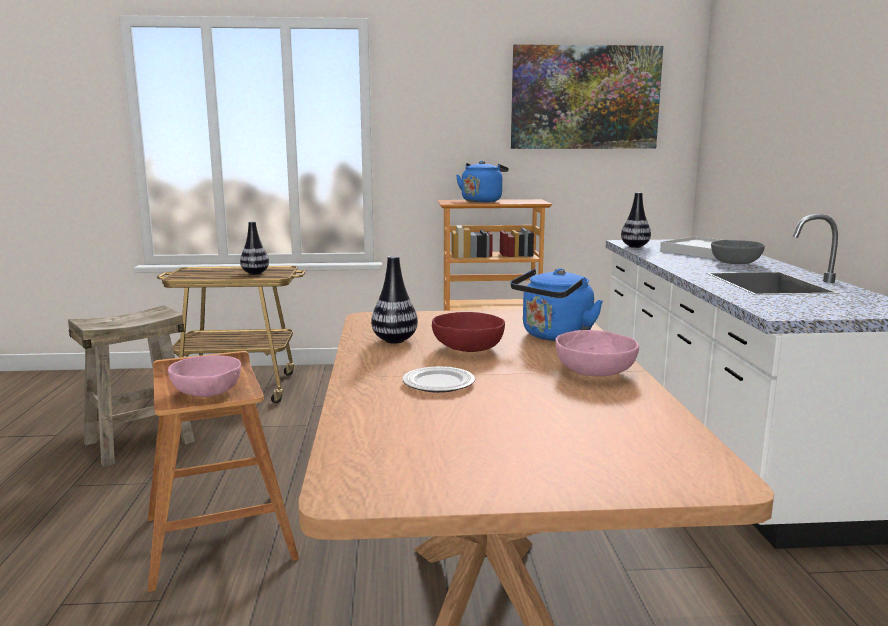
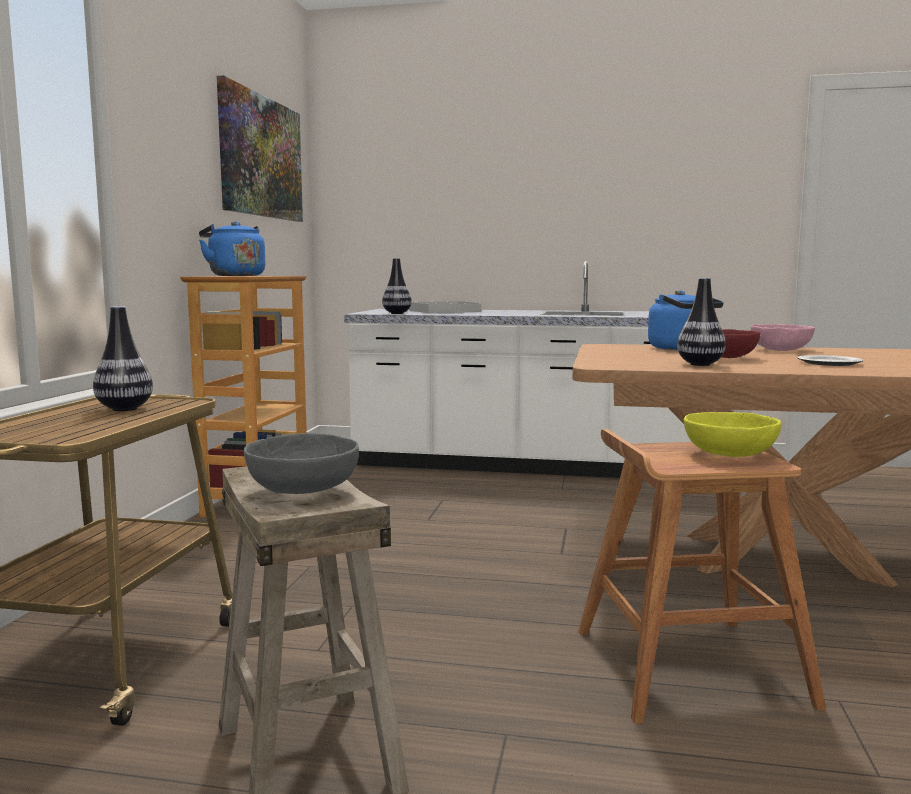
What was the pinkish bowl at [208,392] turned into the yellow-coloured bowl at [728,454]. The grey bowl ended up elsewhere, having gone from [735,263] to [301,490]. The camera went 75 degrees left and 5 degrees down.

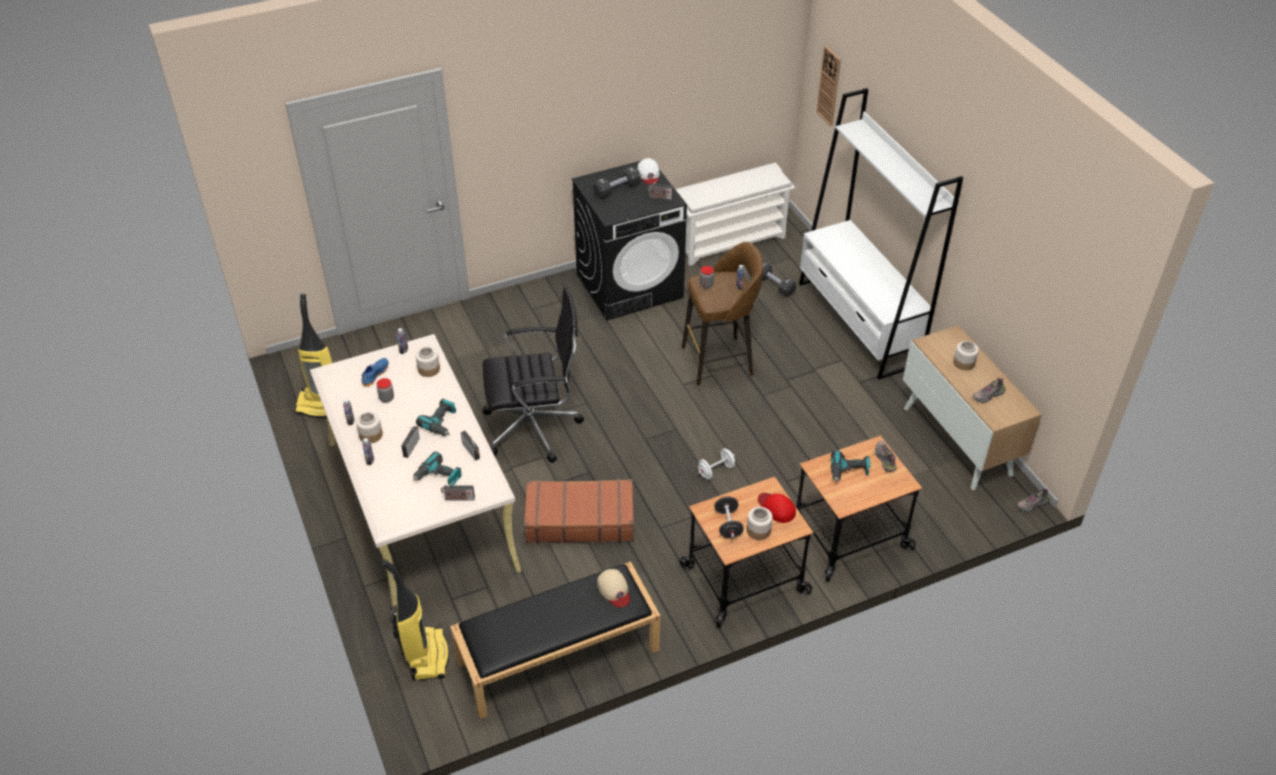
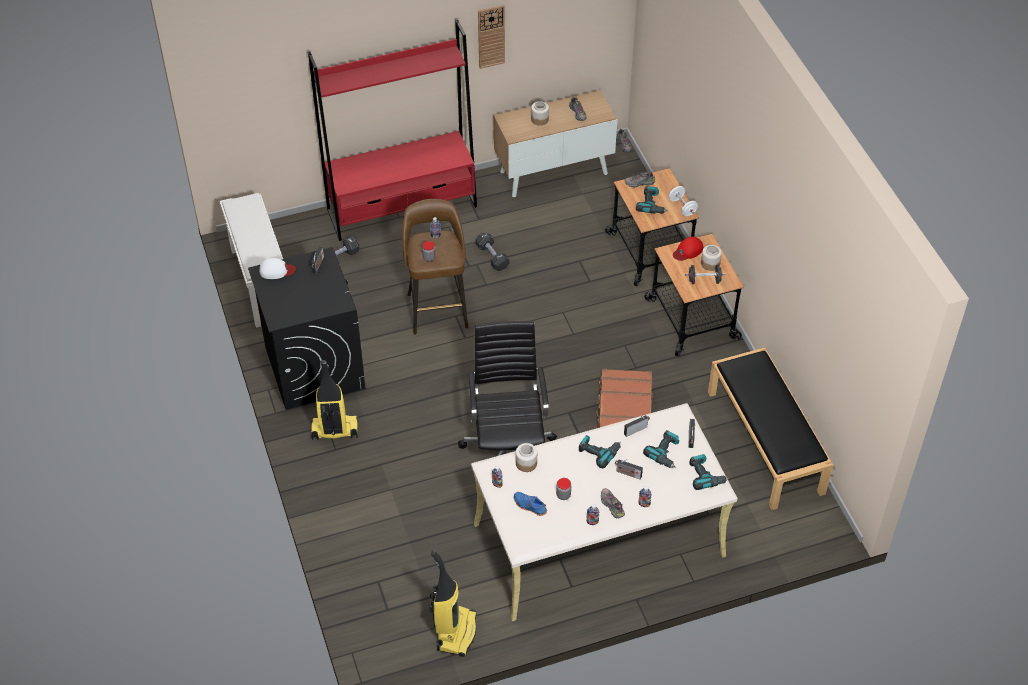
Where the preserve jar stood at [370,435], the low shoe came to stand at [611,505]. The hoover ended up elsewhere, having gone from [426,655] to [334,430]. The black-coloured free weight ended up elsewhere, having gone from [617,190] to [492,257]. The second view lost the sand-coloured baseball cap at [614,590]. The whitish free weight ended up elsewhere, having gone from [716,470] to [682,207]. What was the whitish shelving unit at [858,323] turned into the red shelving unit at [402,208]. The clock on the wall ended up elsewhere, having gone from [829,86] to [491,36]. The second view gained the drill at [705,475]. The camera went 85 degrees left and 5 degrees up.

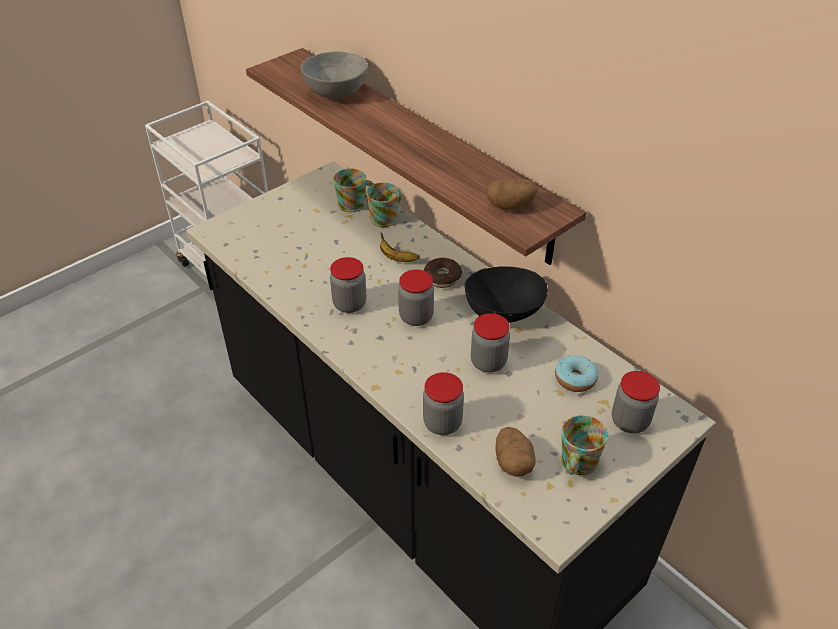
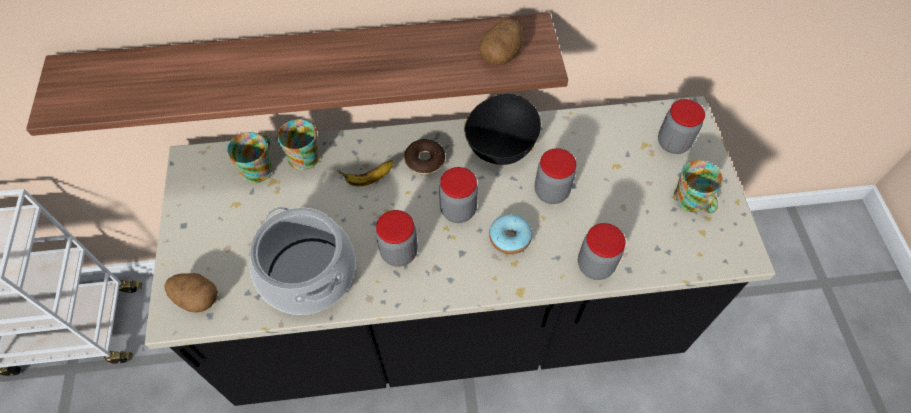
The second view lost the grey bowl at [335,93]. The spud ended up elsewhere, having gone from [513,462] to [197,298]. The doughnut ended up elsewhere, having gone from [575,379] to [509,238]. The second view gained the saucepot at [309,274]. The camera went 55 degrees left and 15 degrees up.

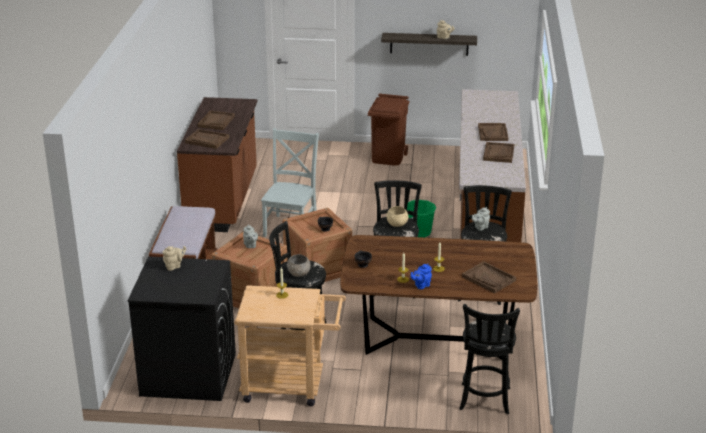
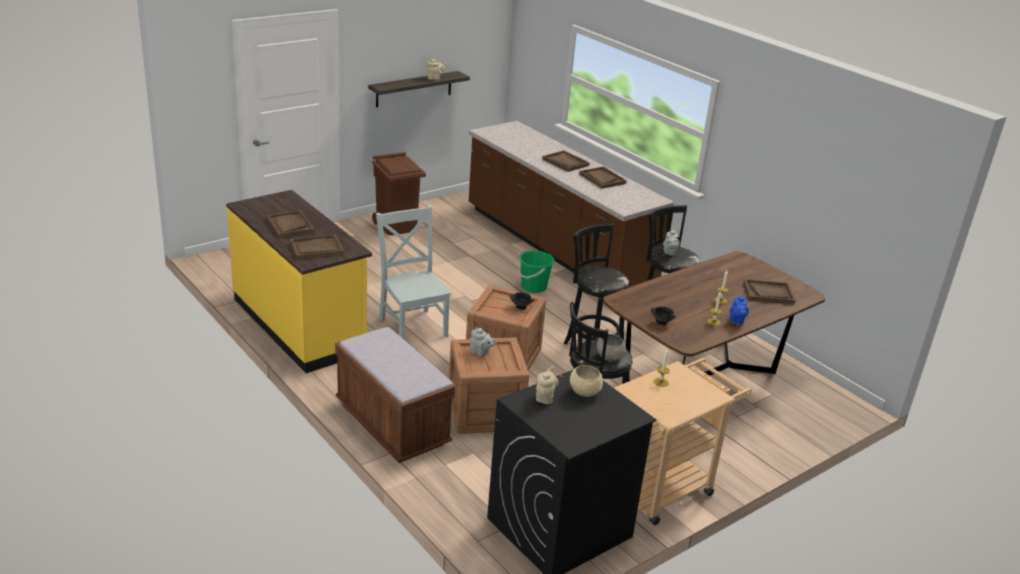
What was the brown-coloured counter at [223,201] turned into the yellow-coloured counter at [299,325]. The sand-coloured bowl ended up elsewhere, having gone from [397,224] to [584,391]. The second view lost the black-coloured stool seat at [484,401]. The camera went 45 degrees left and 0 degrees up.

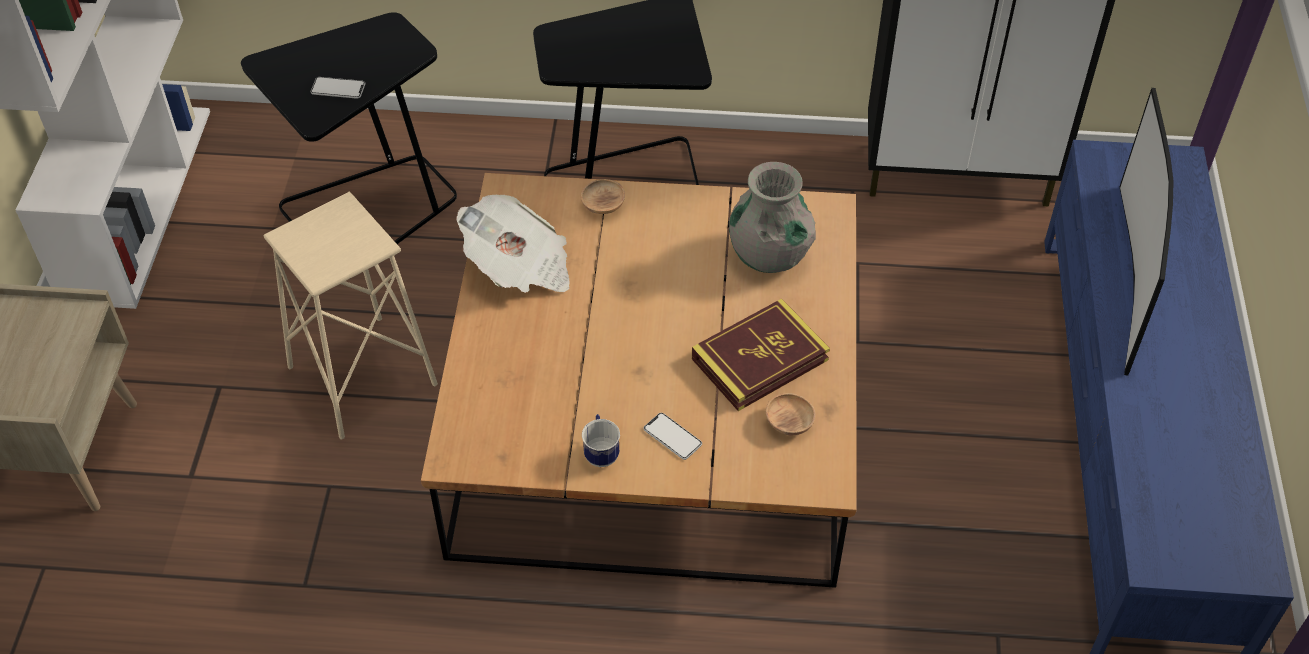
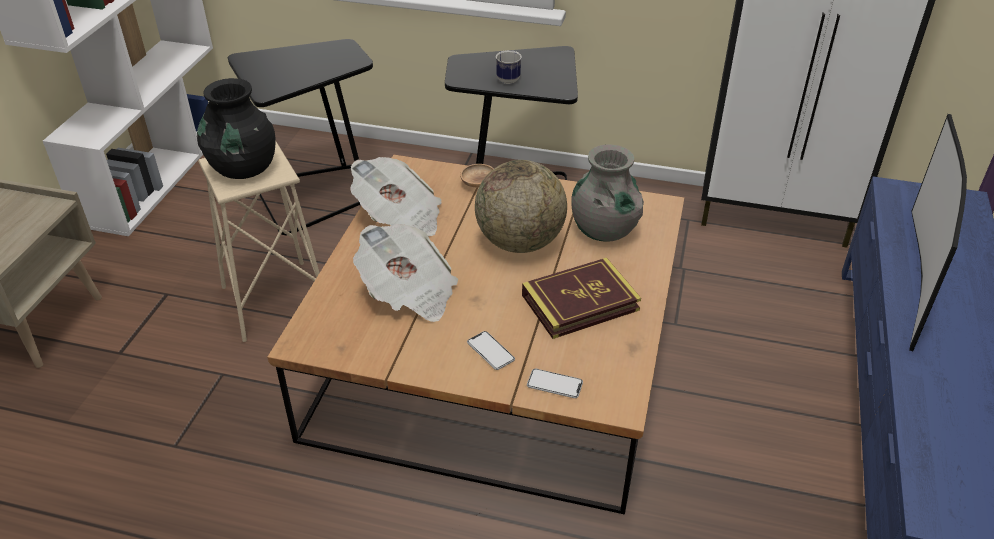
The telephone ended up elsewhere, having gone from [338,89] to [554,384]. The coffee mug ended up elsewhere, having gone from [601,452] to [508,78]. The second view lost the brown-coloured bowl at [789,423]. The second view gained the black-coloured decorative vase at [244,169]. The second view gained the newspaper at [409,292]. The second view gained the desk globe at [520,242]. The camera went 10 degrees right and 10 degrees down.

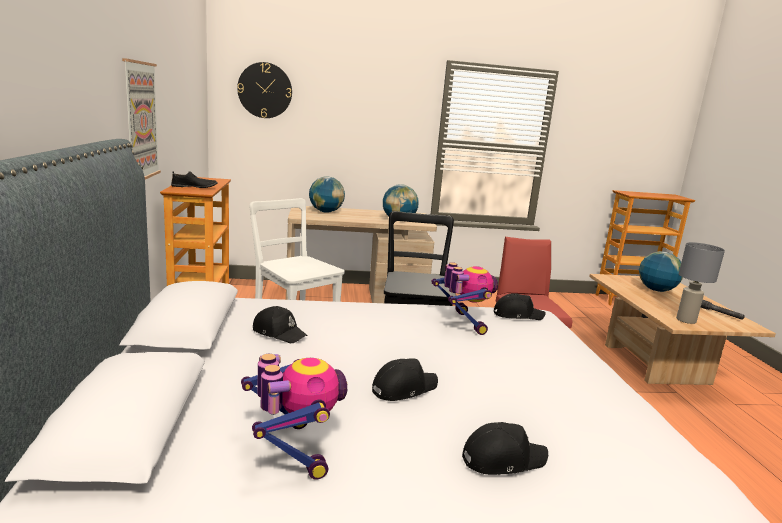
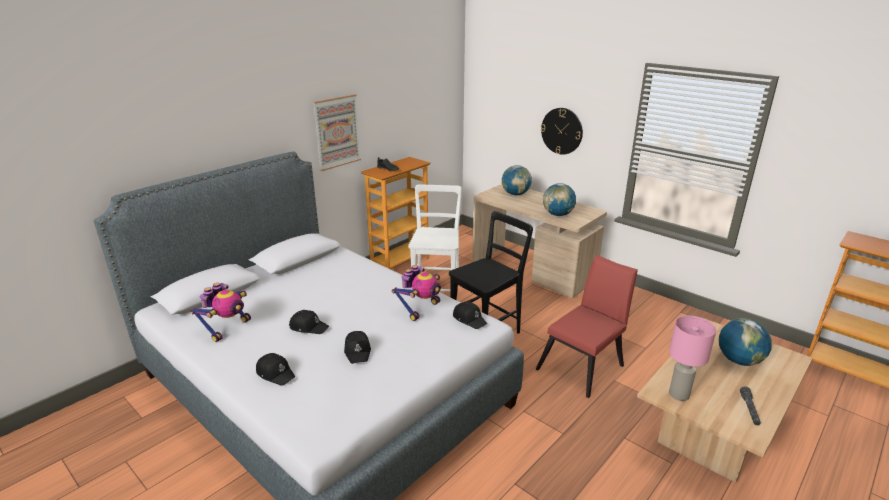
The clock on the wall ended up elsewhere, having gone from [265,90] to [561,131]. The black-coloured baseball cap ended up elsewhere, having gone from [279,332] to [358,351]. What was the grey lamp for a table at [686,320] turned into the pinkish lamp for a table at [679,394]. The camera went 50 degrees right and 10 degrees up.

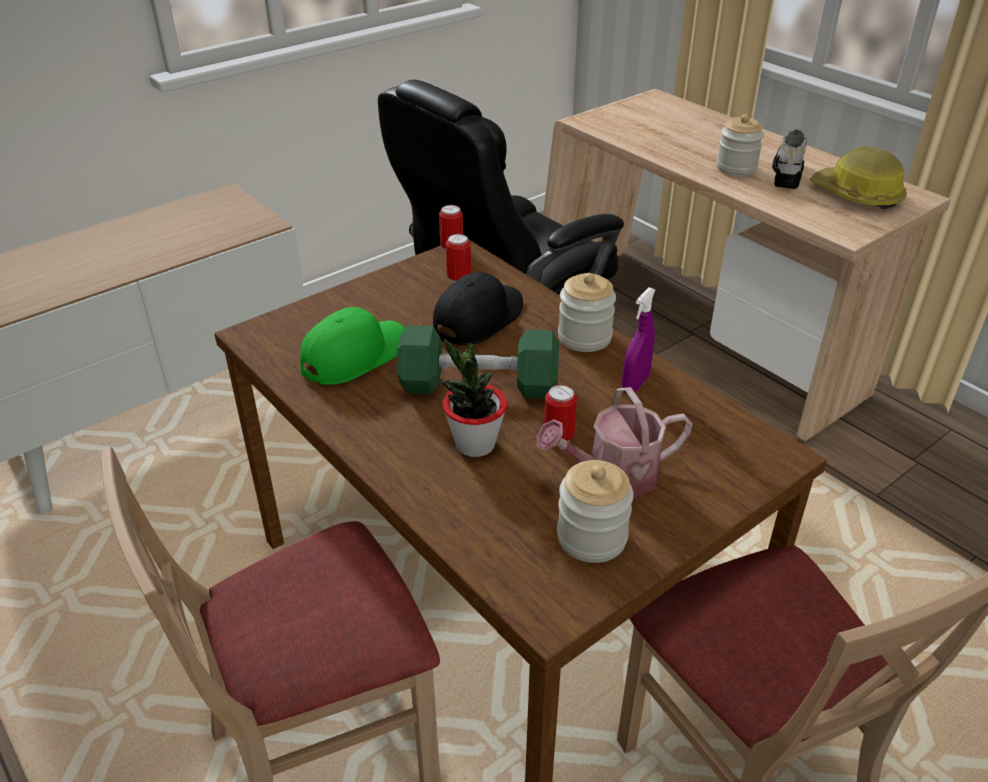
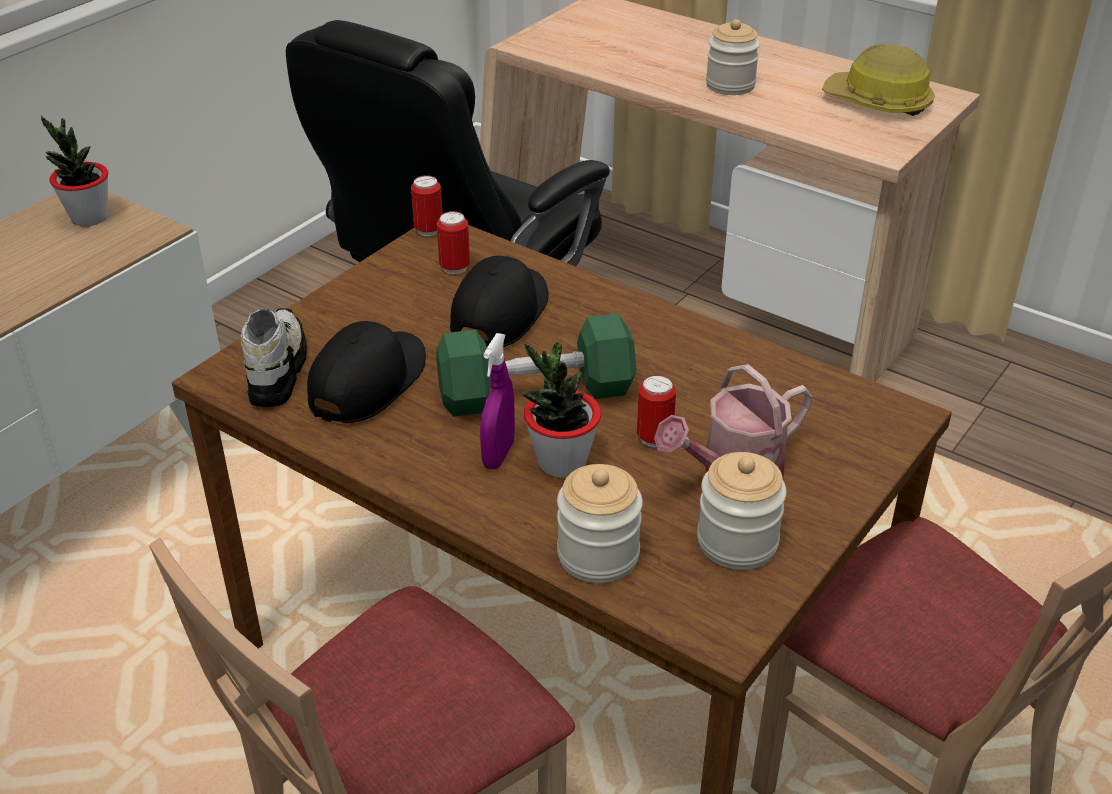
What was the greenish baseball cap at [354,355] turned into the black-coloured baseball cap at [368,382]. The preserve jar ended up elsewhere, having gone from [584,337] to [598,555]. The purple-coloured sprayer ended up elsewhere, having gone from [635,384] to [498,455]. The low shoe ended up elsewhere, having gone from [786,174] to [277,370]. The second view gained the potted plant at [89,218]. The camera went 15 degrees left and 0 degrees up.

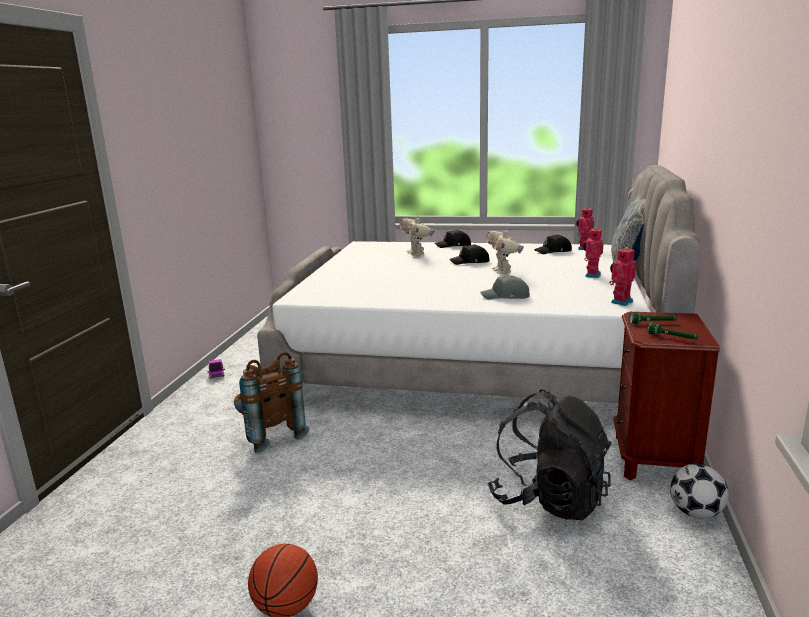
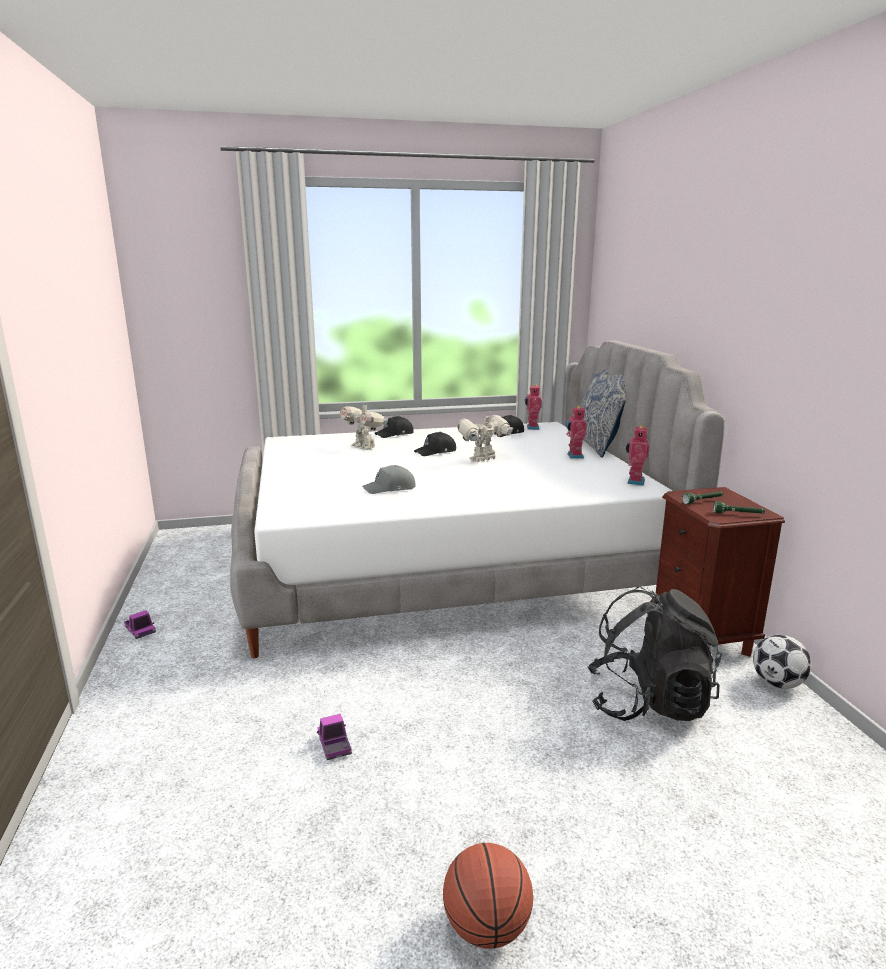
The second view lost the brown-coloured rucksack at [269,434]. The grey baseball cap ended up elsewhere, having gone from [506,296] to [390,488]. The robot figure at [503,271] ended up facing another way, 90 degrees clockwise from before. The second view gained the model truck at [334,746]. The camera went 25 degrees left and 0 degrees up.

